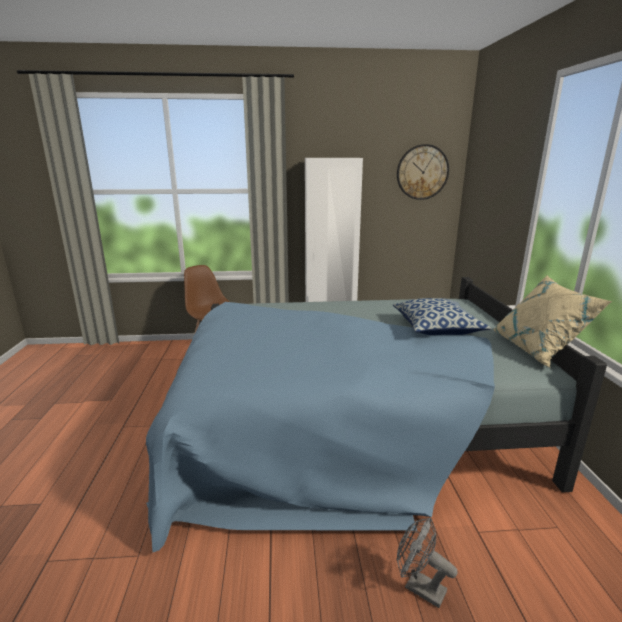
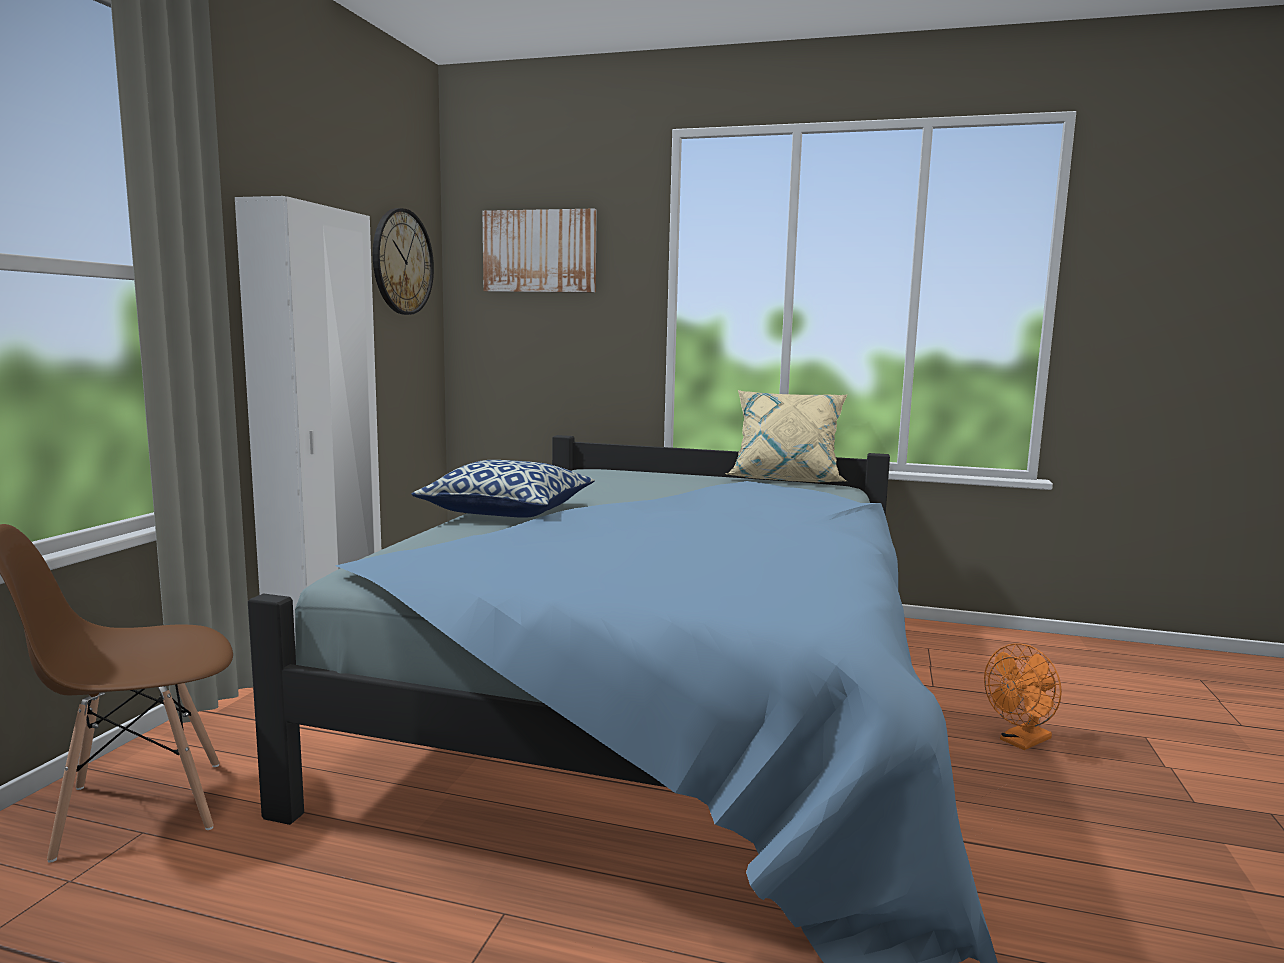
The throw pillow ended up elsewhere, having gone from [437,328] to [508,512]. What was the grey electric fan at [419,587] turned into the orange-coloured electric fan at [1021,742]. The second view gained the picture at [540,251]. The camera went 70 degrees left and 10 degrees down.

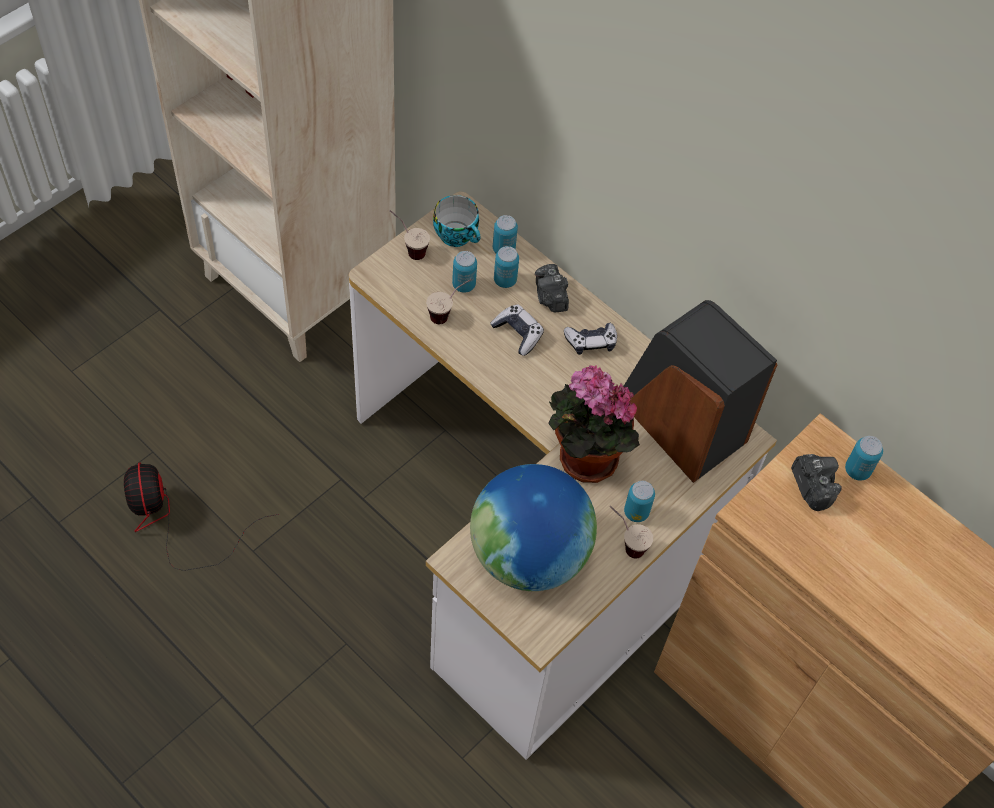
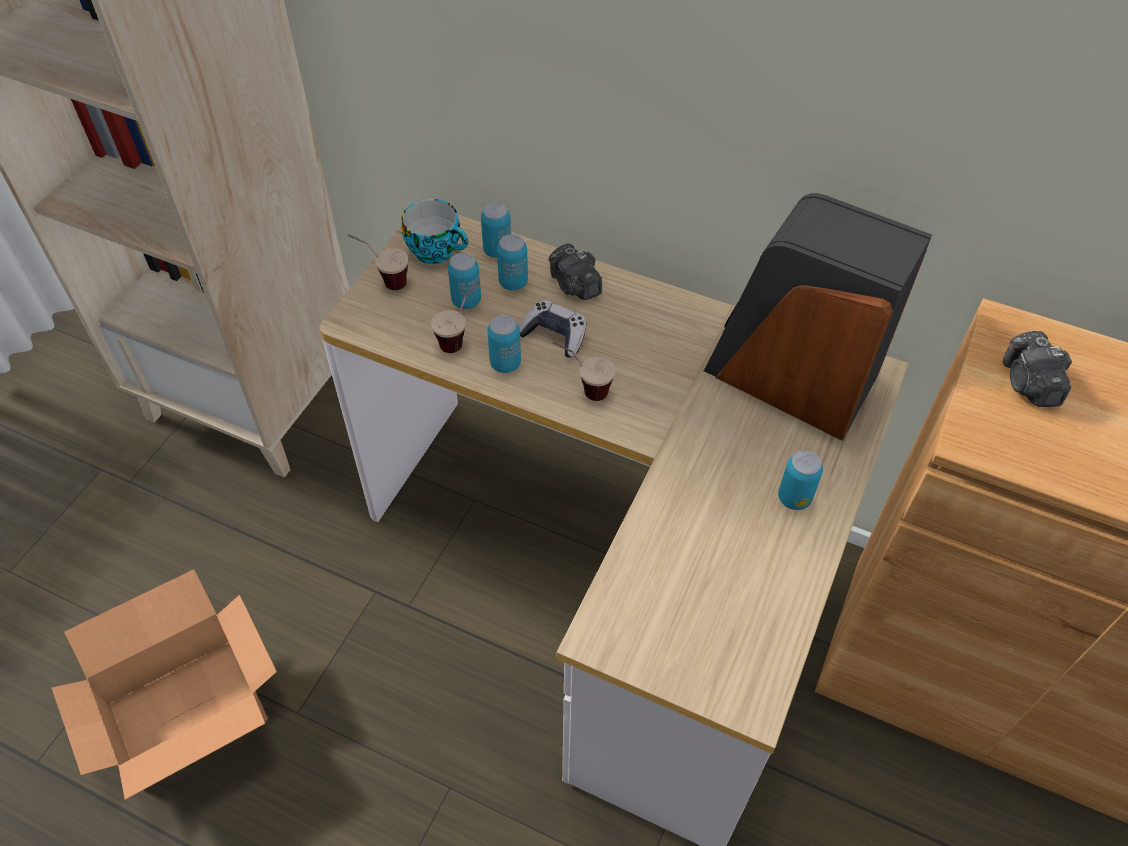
Where the electric fan stood at [172,521], the carton came to stand at [186,710]. The second view lost the desk globe at [529,555]. The second view lost the potted plant at [582,460]. The second view lost the joypad at [591,342]. The cup ended up elsewhere, having gone from [625,543] to [582,388]. The photo camera at [812,487] ended up facing another way, 150 degrees counterclockwise from before. The sealed can ended up elsewhere, having gone from [857,470] to [505,363]. The camera went 15 degrees left and 5 degrees down.

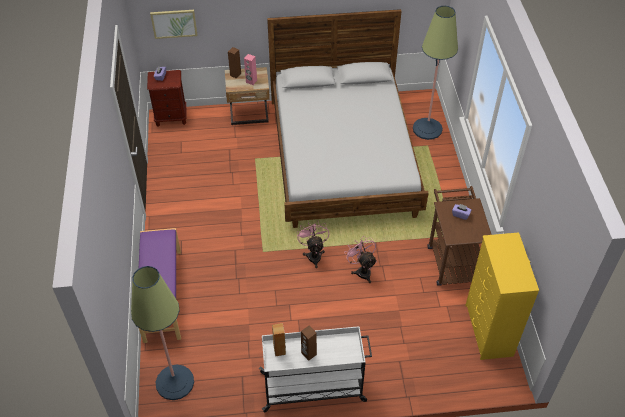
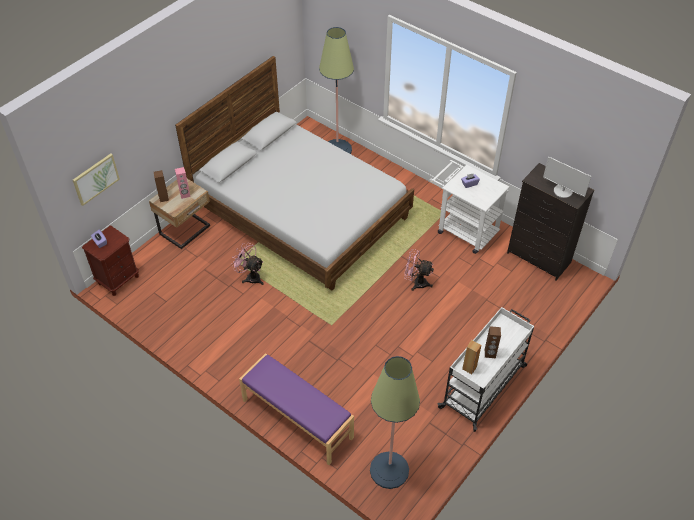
The pinkish electric fan ended up elsewhere, having gone from [313,254] to [250,277]. What was the brown-coloured cart at [452,259] turned into the whitish cart at [463,229]. What was the yellow-coloured drawer chest at [488,331] turned into the black-coloured drawer chest at [539,258]. The second view gained the computer display at [563,191]. The camera went 45 degrees left and 0 degrees up.

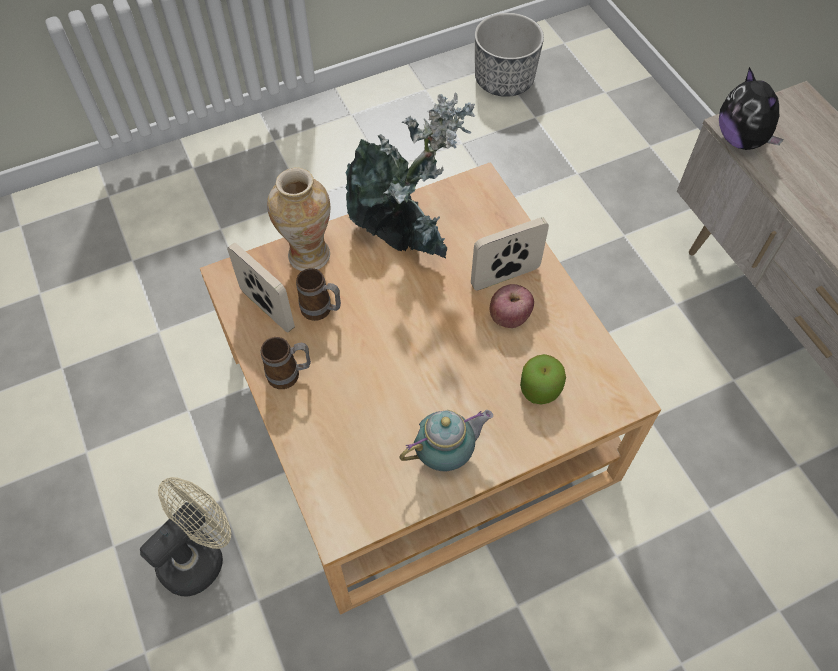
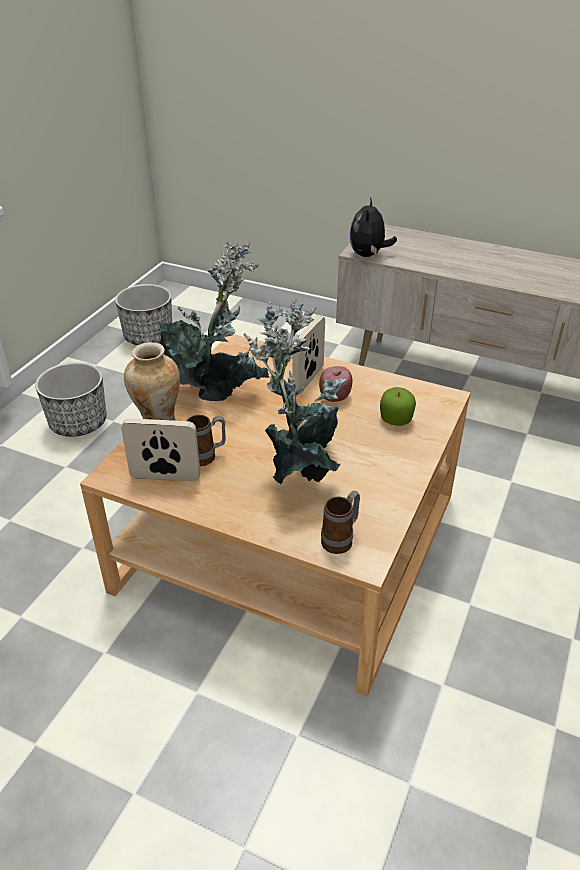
The second view lost the sand-coloured electric fan at [199,554]. The coffee mug ended up elsewhere, having gone from [290,375] to [341,539]. The second view lost the teapot at [446,455]. The plush toy at [741,139] ended up facing another way, 75 degrees clockwise from before. The second view gained the planter at [79,423]. The second view gained the potted plant at [300,471]. The camera went 40 degrees left and 20 degrees down.

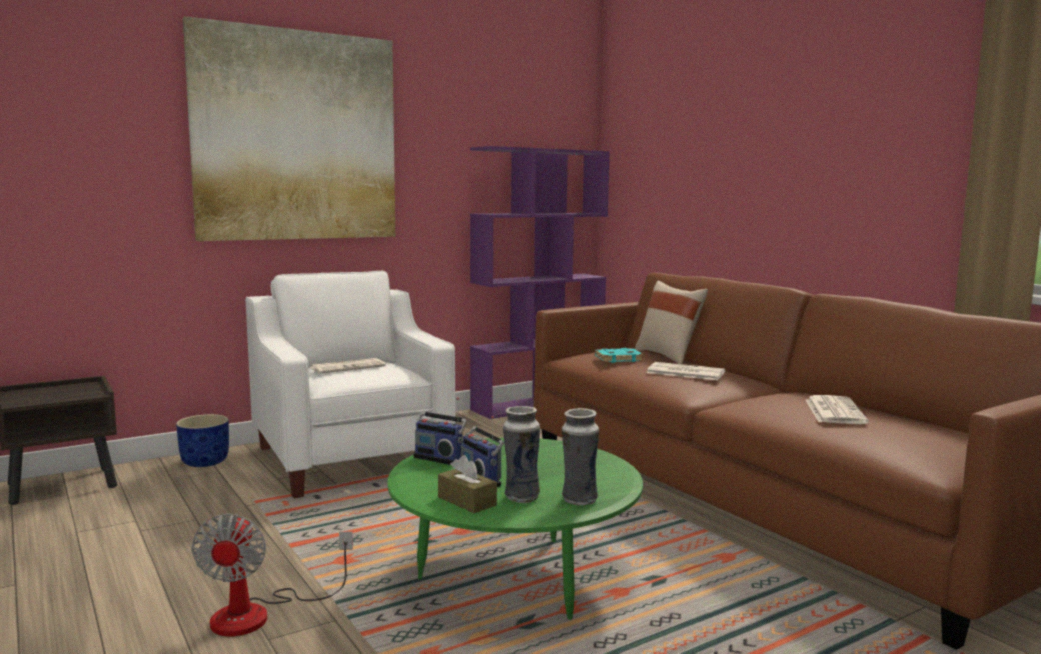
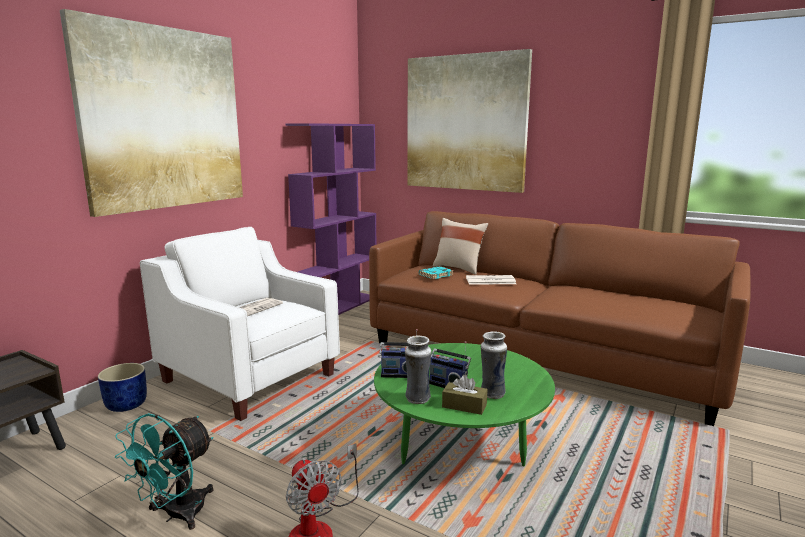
The decorative vase ended up elsewhere, having gone from [579,500] to [417,399]. The second view lost the newspaper at [833,411]. The second view gained the turquoise electric fan at [176,515]. The second view gained the picture at [465,123]. The camera went 25 degrees left and 5 degrees up.

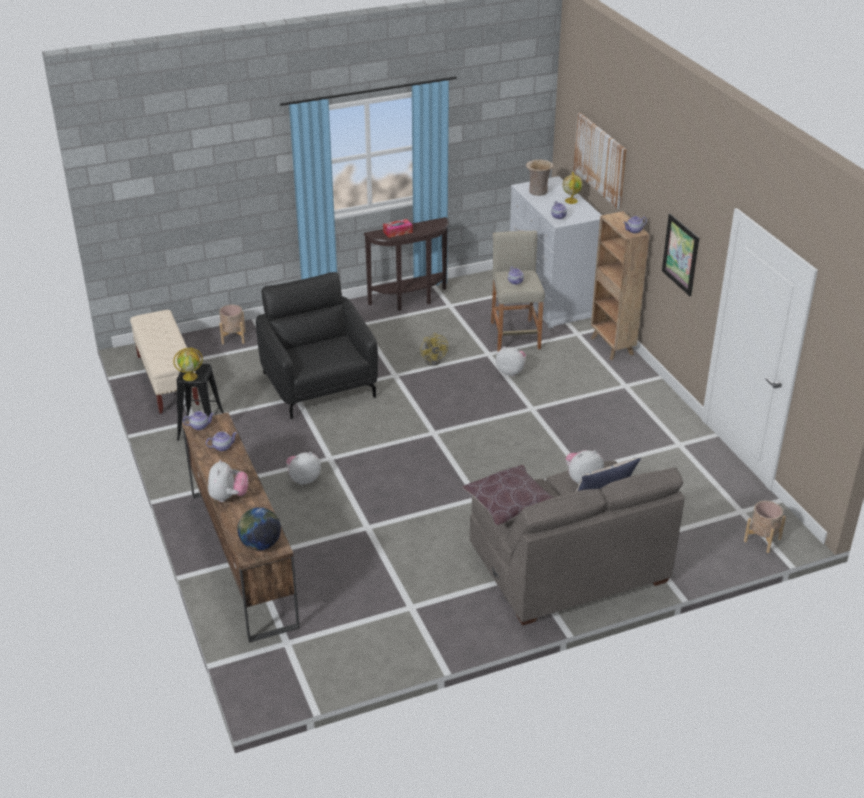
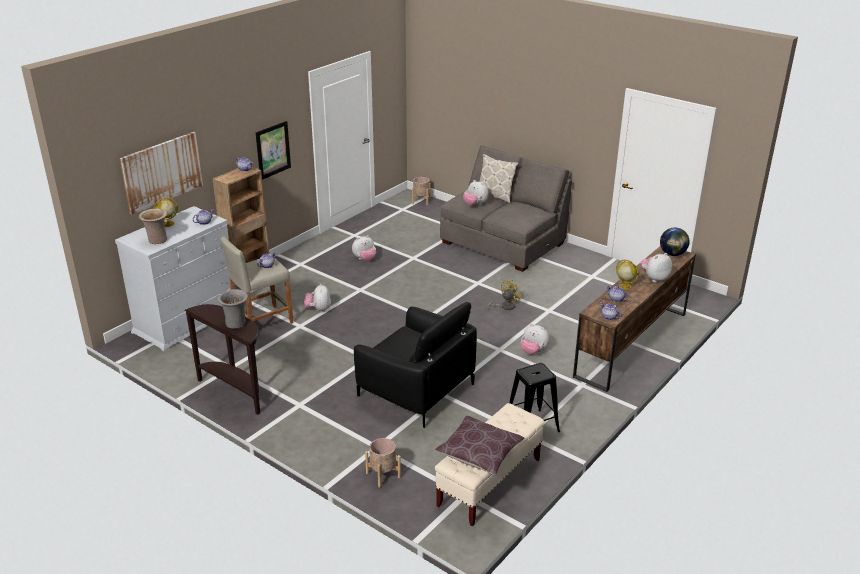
The desk globe ended up elsewhere, having gone from [190,376] to [624,286]. The black-coloured armchair at [319,385] ended up facing another way, 90 degrees counterclockwise from before. Where the tissue box stood at [397,232], the grey decorative vase came to stand at [236,324]. The yellow-coloured electric fan ended up elsewhere, having gone from [434,359] to [504,306]. The brown-coloured throw pillow ended up elsewhere, having gone from [509,504] to [479,453]. The second view gained the plush toy at [364,259]. The camera went 120 degrees left and 5 degrees down.

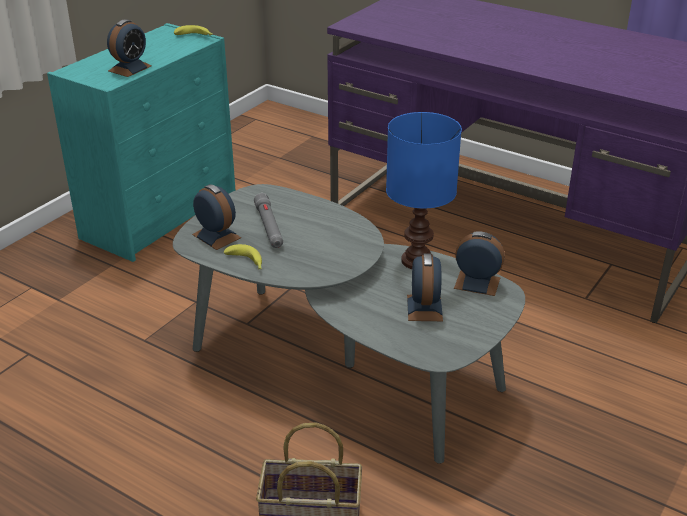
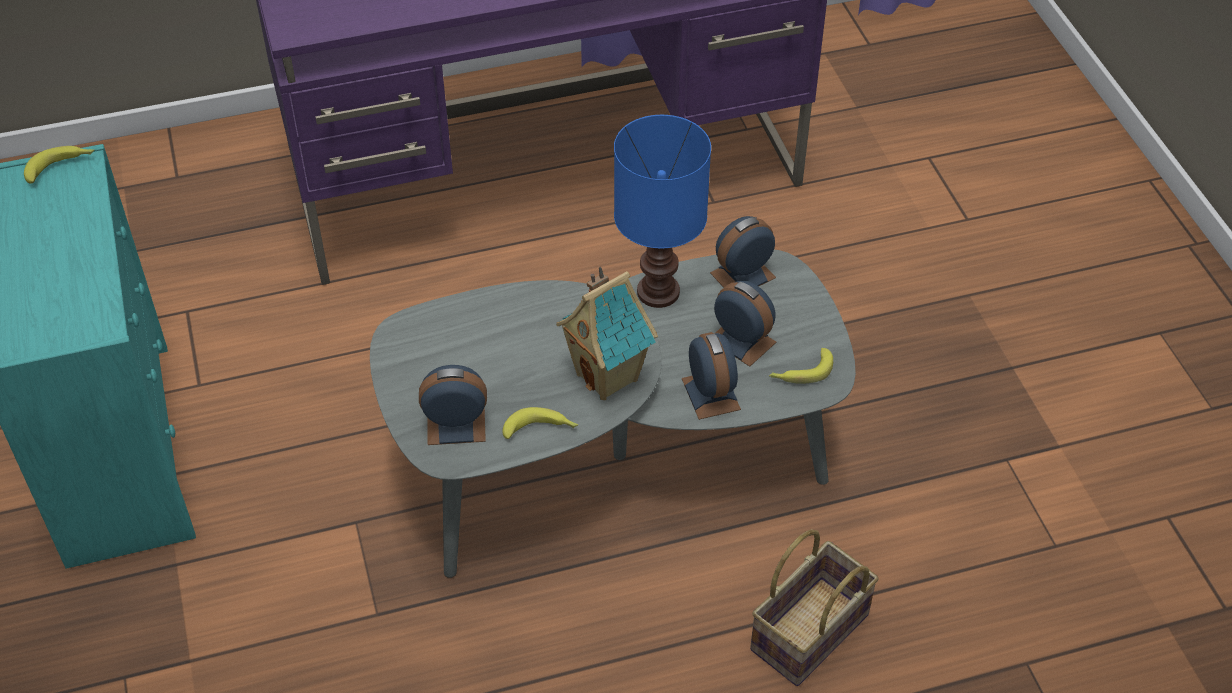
The alarm clock ended up elsewhere, having gone from [130,68] to [710,394]. The second view lost the grey flashlight at [269,227]. The second view gained the toy house at [609,377]. The second view gained the banana fruit at [801,372]. The camera went 50 degrees left and 15 degrees up.

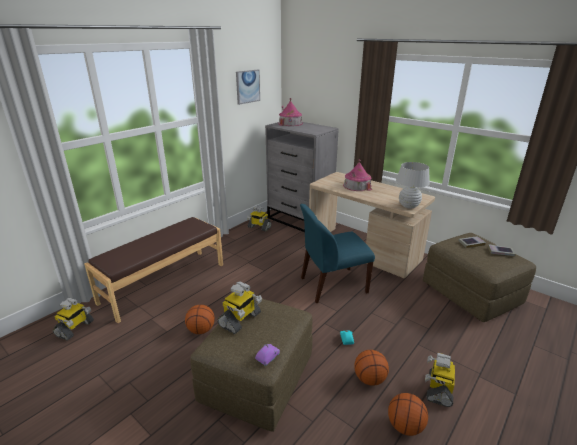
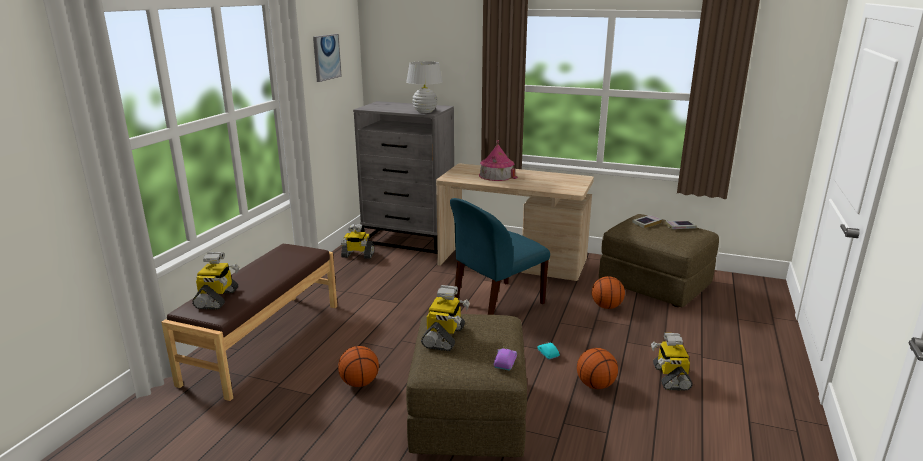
The robot figure ended up elsewhere, having gone from [75,328] to [217,299]. The second view lost the toy house at [290,123]. The ball for basketball ended up elsewhere, having gone from [405,426] to [606,307]. The whitish lamp for a table ended up elsewhere, having gone from [408,206] to [425,112]. The camera went 20 degrees left and 5 degrees down.

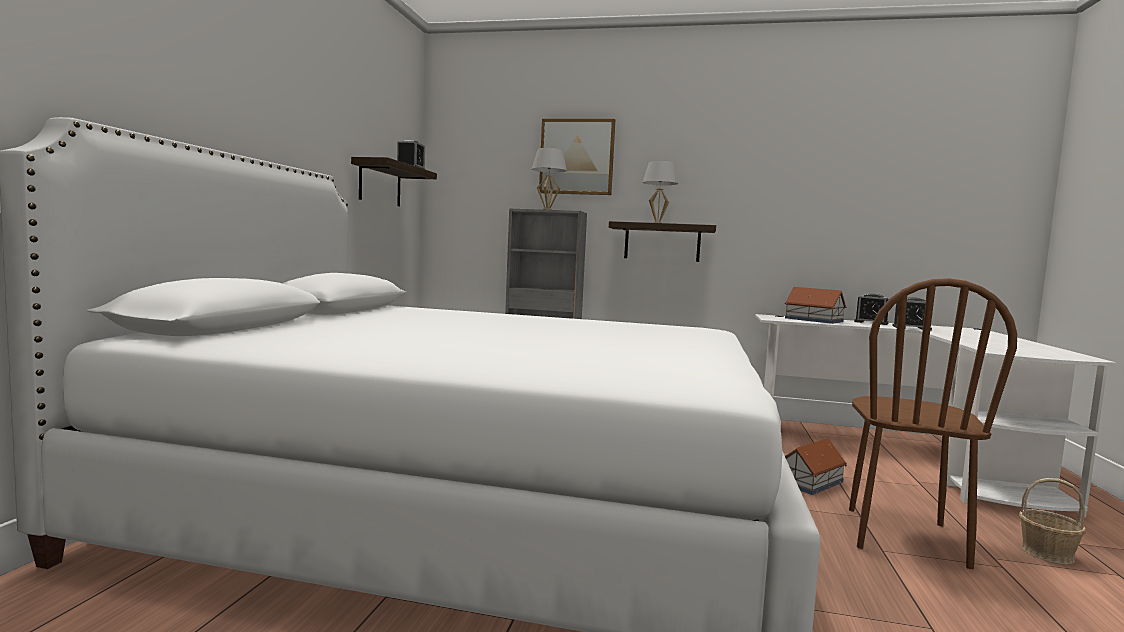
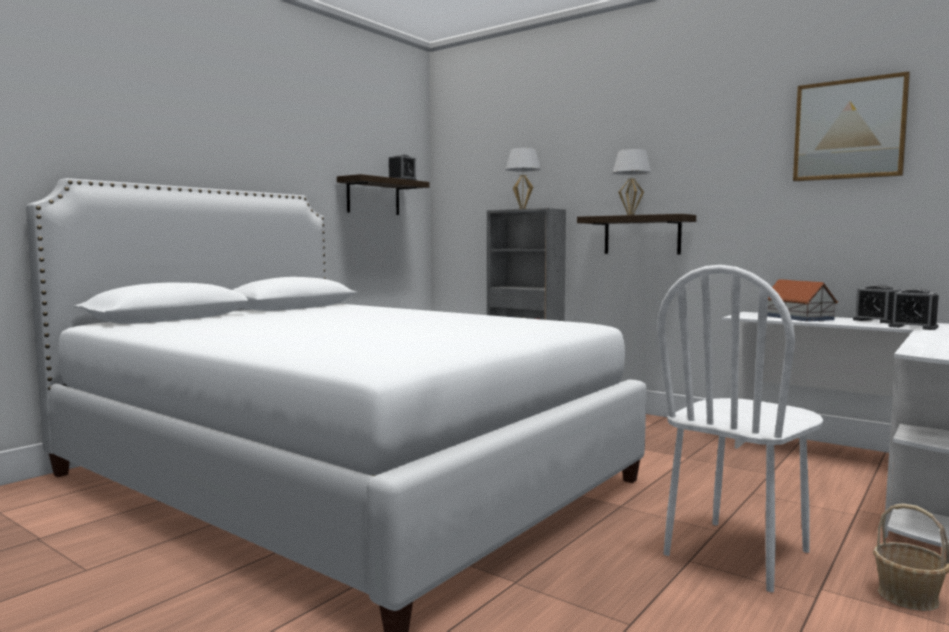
The picture ended up elsewhere, having gone from [577,157] to [849,129]. The second view lost the toy house at [810,482]. What was the brown-coloured plain chair at [903,536] turned into the whitish plain chair at [738,553]. The camera went 25 degrees right and 0 degrees up.

